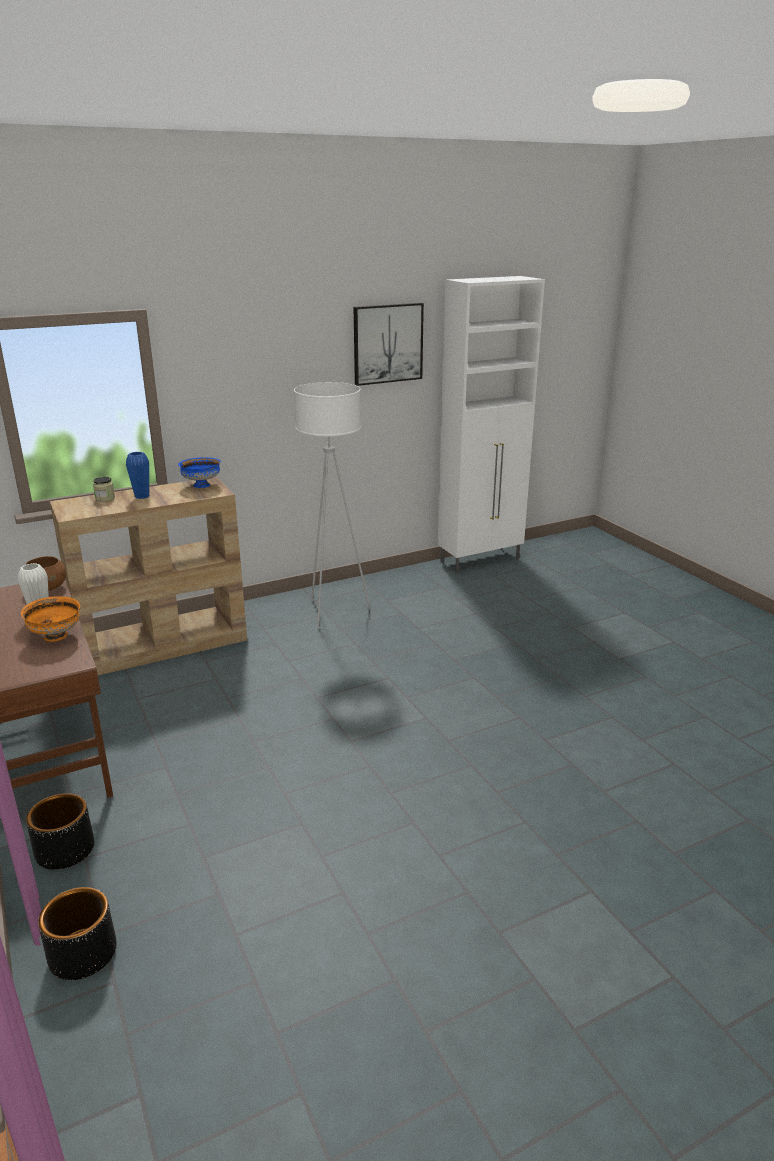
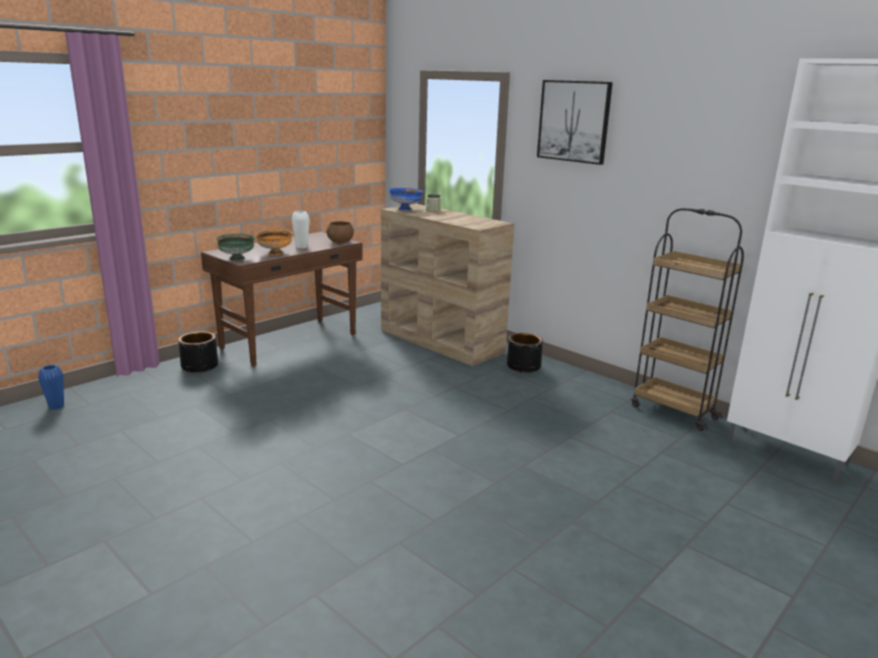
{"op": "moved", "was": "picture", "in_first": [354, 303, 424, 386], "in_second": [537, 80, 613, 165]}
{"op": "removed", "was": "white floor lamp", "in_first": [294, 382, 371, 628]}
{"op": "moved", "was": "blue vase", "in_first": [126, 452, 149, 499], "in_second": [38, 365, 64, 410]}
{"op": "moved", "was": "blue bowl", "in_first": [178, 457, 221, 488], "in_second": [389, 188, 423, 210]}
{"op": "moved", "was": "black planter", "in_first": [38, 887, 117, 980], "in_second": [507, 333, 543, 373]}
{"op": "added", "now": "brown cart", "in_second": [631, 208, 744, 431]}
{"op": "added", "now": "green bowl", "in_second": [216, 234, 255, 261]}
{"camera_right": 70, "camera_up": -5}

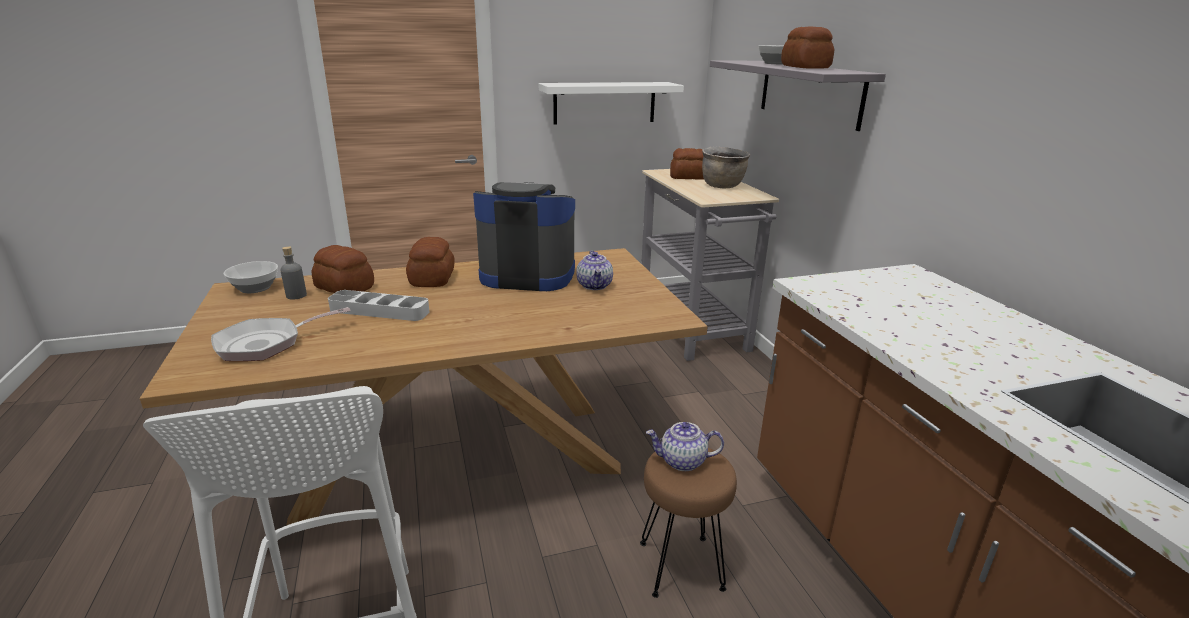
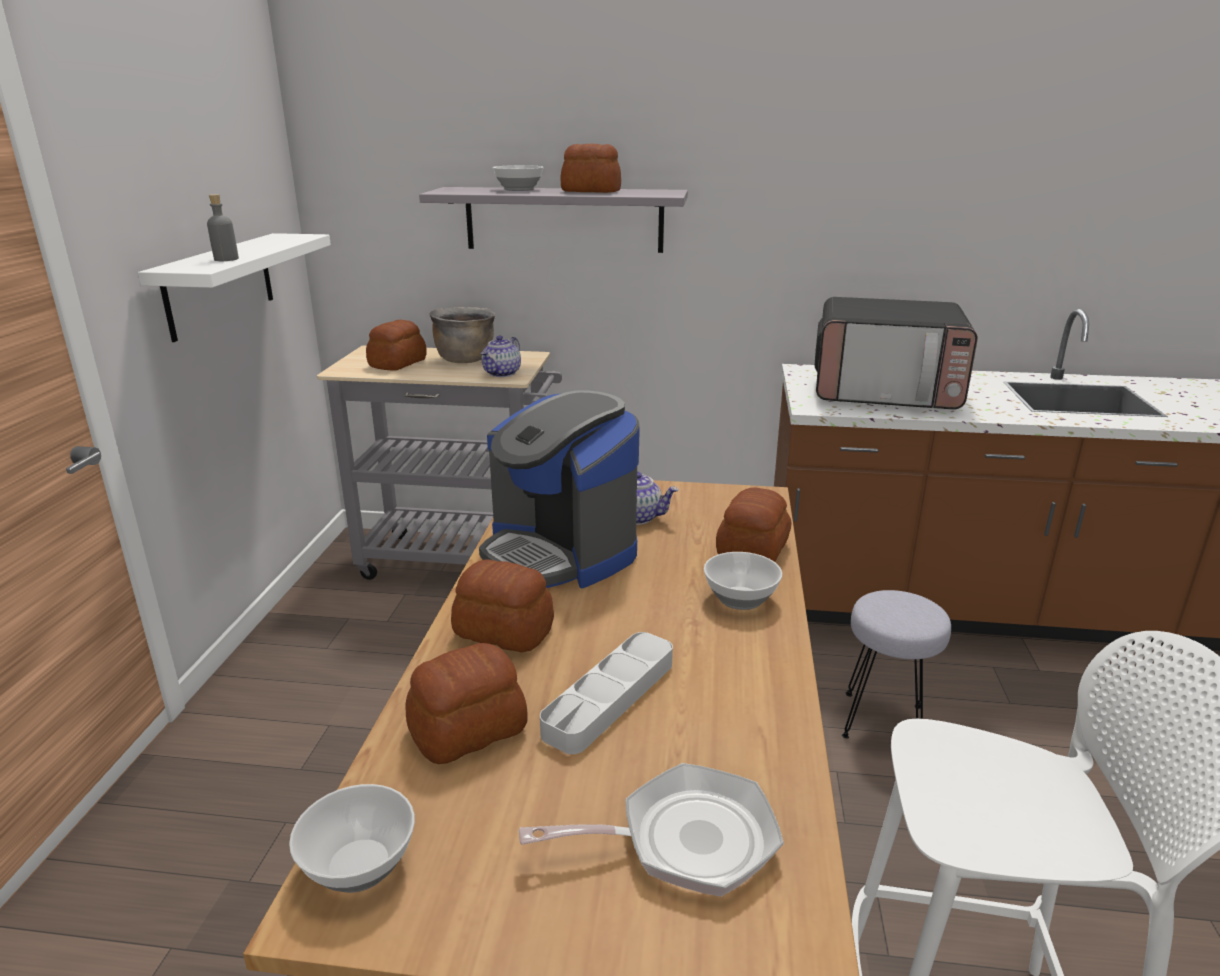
{"op": "turned", "was": "coffee machine", "in_first": [473, 182, 575, 291], "in_second": [479, 391, 640, 588], "clockwise": -75}
{"op": "moved", "was": "grey bottle", "in_first": [280, 246, 307, 300], "in_second": [207, 194, 239, 261]}
{"op": "turned", "was": "frying pan", "in_first": [211, 307, 351, 361], "in_second": [519, 763, 784, 897], "clockwise": -90}
{"op": "moved", "was": "teapot", "in_first": [646, 422, 724, 471], "in_second": [481, 336, 521, 377]}
{"op": "recoloured", "was": "brown stool", "now": "grey stool", "in_first": [640, 448, 737, 598], "in_second": [842, 590, 951, 739]}
{"op": "added", "now": "microwave", "in_second": [815, 297, 978, 410]}
{"op": "added", "now": "bread", "in_second": [716, 488, 792, 562]}
{"op": "added", "now": "bowl", "in_second": [704, 552, 782, 610]}
{"camera_right": -65, "camera_up": 0}

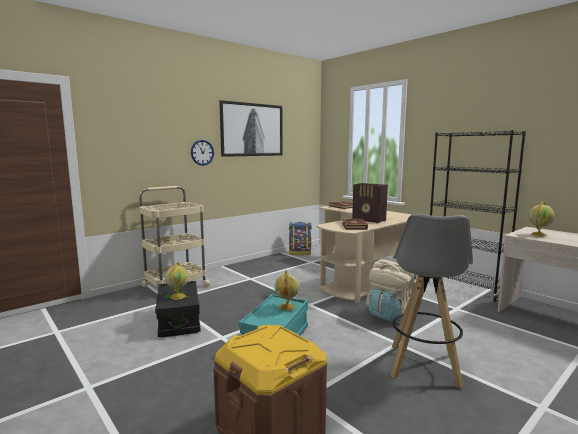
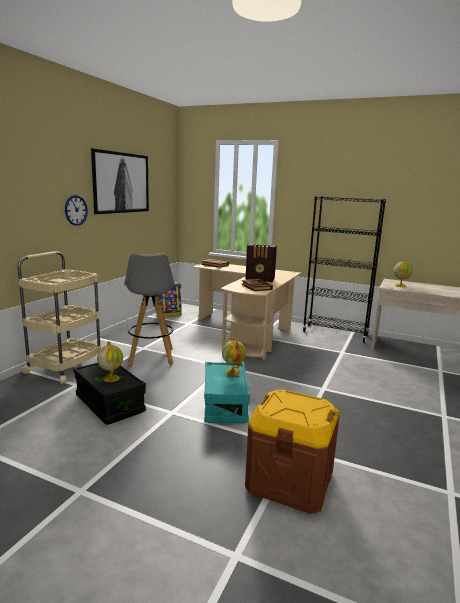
{"op": "moved", "was": "grey stool", "in_first": [391, 213, 473, 389], "in_second": [124, 253, 175, 366]}
{"op": "removed", "was": "beige backpack", "in_first": [366, 259, 418, 323]}
{"camera_right": -25, "camera_up": 5}

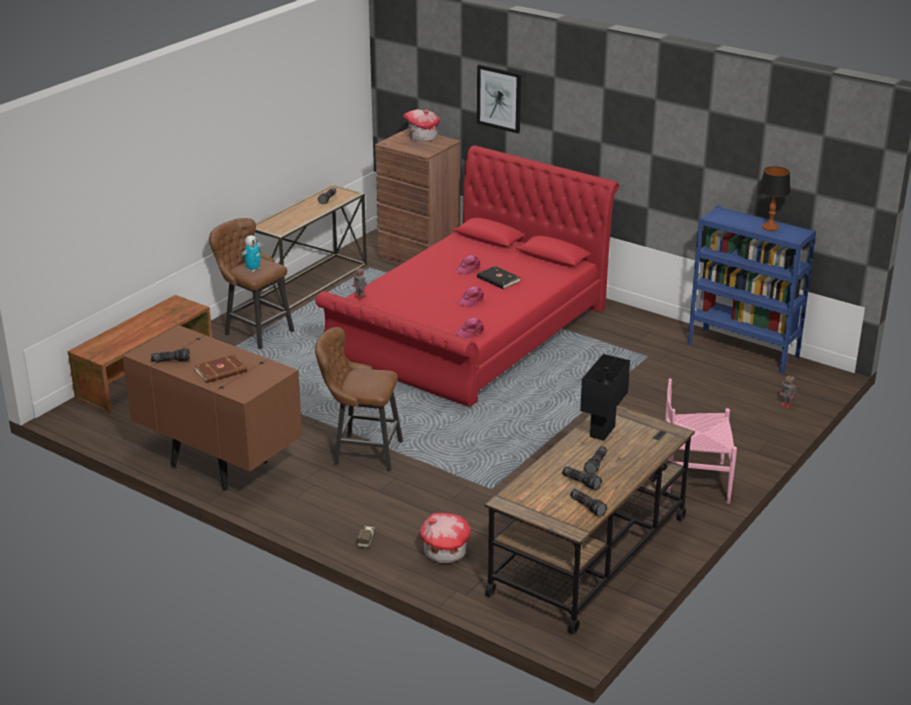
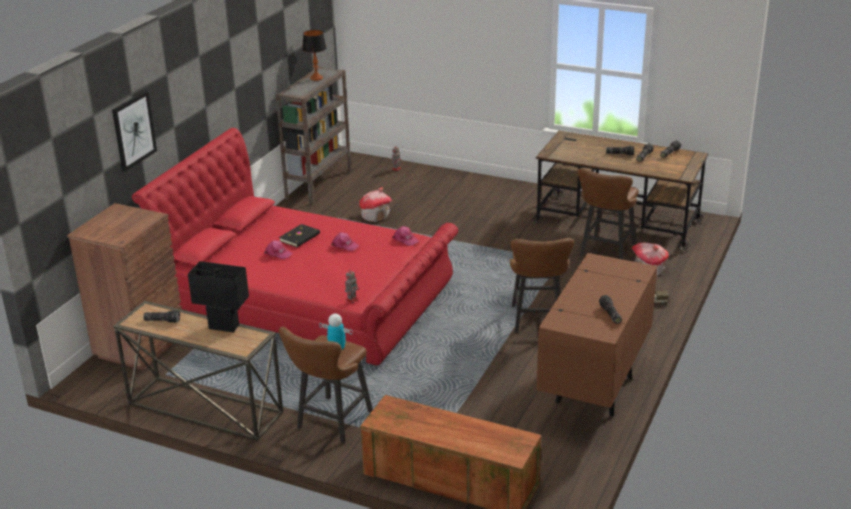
{"op": "moved", "was": "toy house", "in_first": [403, 109, 440, 142], "in_second": [359, 187, 392, 222]}
{"op": "recoloured", "was": "blue bookcase", "now": "grey bookcase", "in_first": [688, 205, 816, 374], "in_second": [276, 66, 351, 204]}
{"op": "removed", "was": "brown book", "in_first": [195, 354, 247, 383]}
{"op": "moved", "was": "black table lamp", "in_first": [580, 354, 630, 441], "in_second": [188, 261, 249, 332]}
{"op": "removed", "was": "pink chair", "in_first": [665, 379, 737, 504]}
{"op": "added", "now": "brown stool", "in_second": [578, 168, 639, 260]}
{"camera_right": -100, "camera_up": 0}

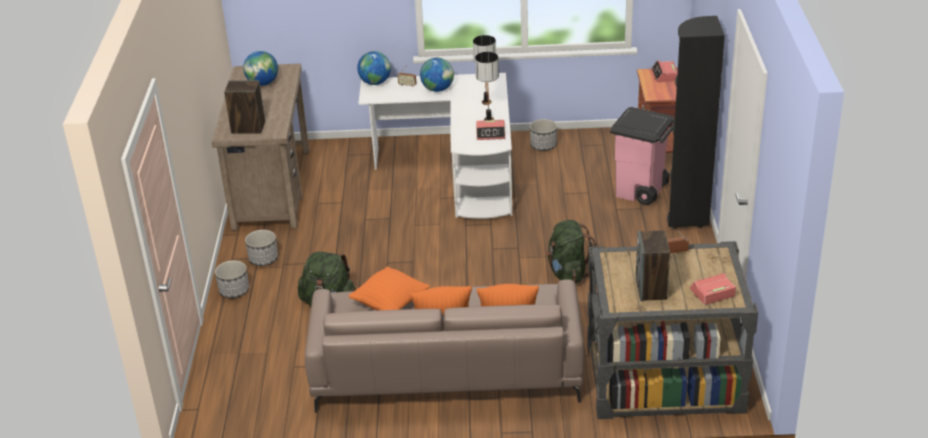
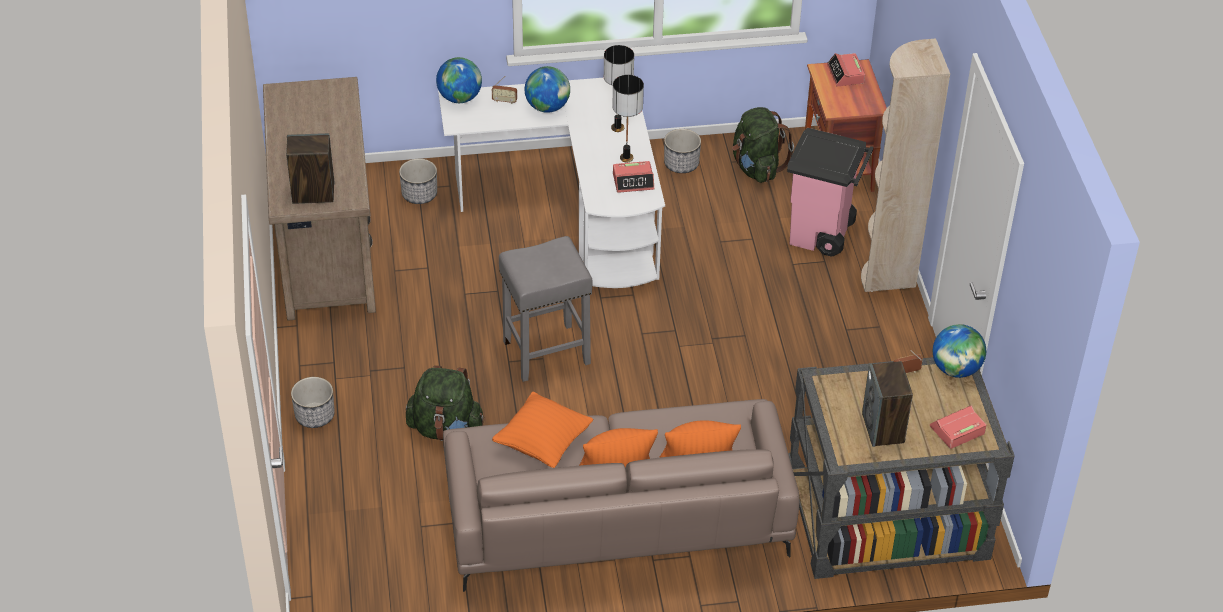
{"op": "recoloured", "was": "black bookcase", "now": "beige bookcase", "in_first": [667, 16, 725, 229], "in_second": [861, 39, 950, 292]}
{"op": "moved", "was": "globe", "in_first": [243, 51, 278, 86], "in_second": [933, 324, 986, 378]}
{"op": "moved", "was": "green backpack", "in_first": [545, 220, 596, 282], "in_second": [732, 107, 794, 183]}
{"op": "moved", "was": "planter", "in_first": [245, 230, 278, 266], "in_second": [399, 159, 437, 204]}
{"op": "added", "now": "grey stool", "in_second": [499, 236, 592, 382]}
{"camera_right": -10, "camera_up": 10}

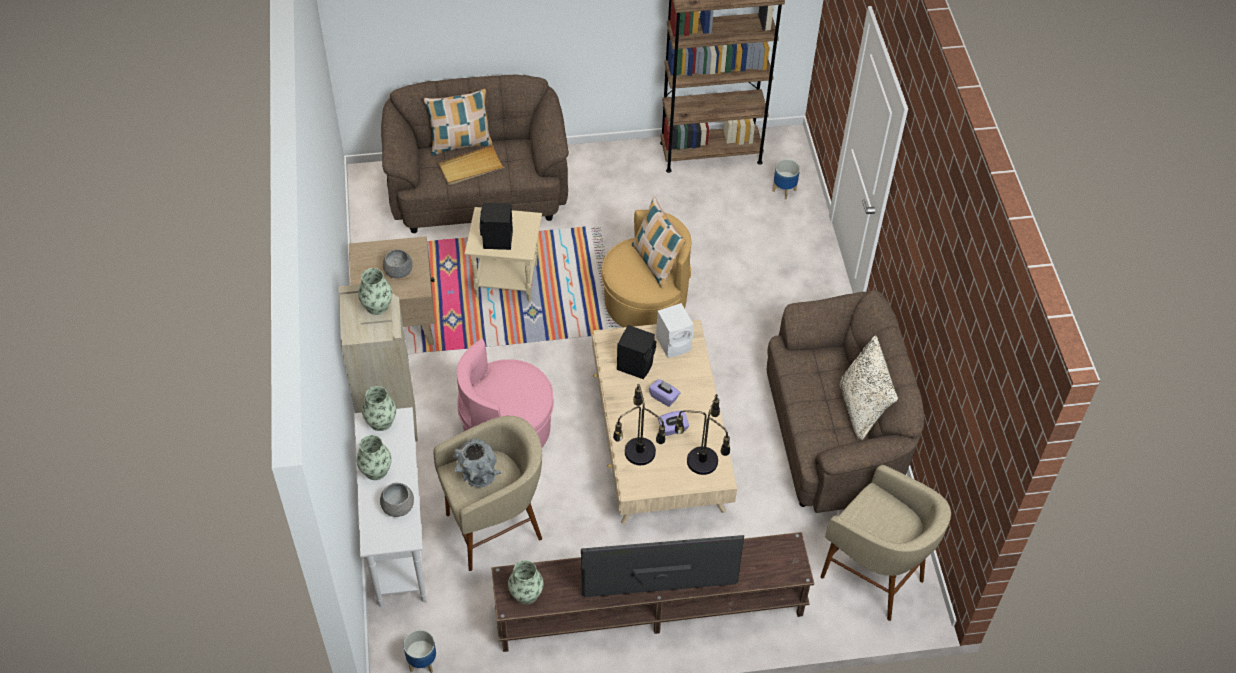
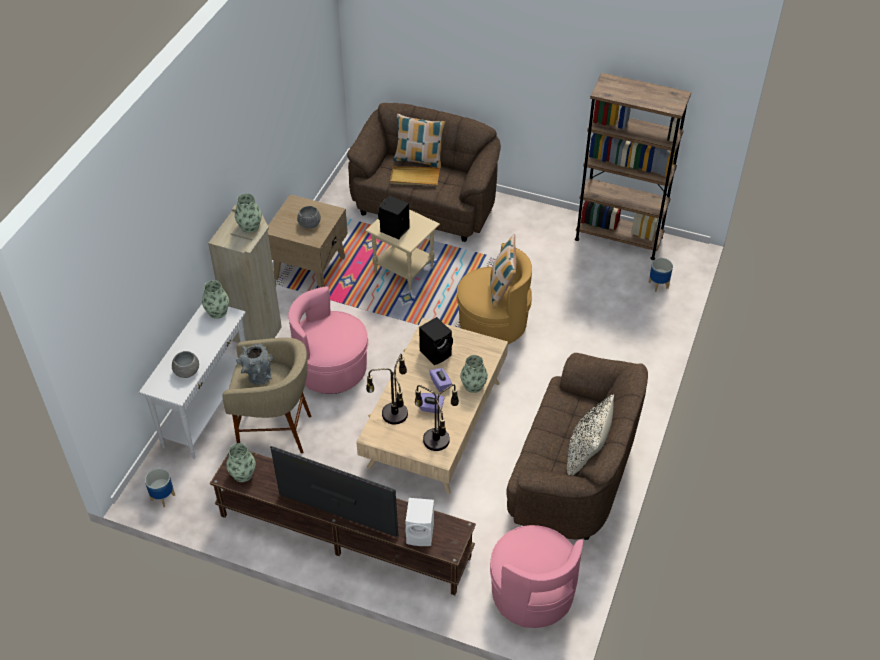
{"op": "moved", "was": "white speaker", "in_first": [656, 303, 694, 358], "in_second": [405, 498, 434, 546]}
{"op": "moved", "was": "vase", "in_first": [356, 435, 392, 480], "in_second": [460, 355, 488, 393]}
{"op": "replaced", "was": "beige stool", "now": "pink armchair", "in_first": [821, 465, 951, 621], "in_second": [490, 525, 583, 628]}
{"camera_right": 30, "camera_up": -5}

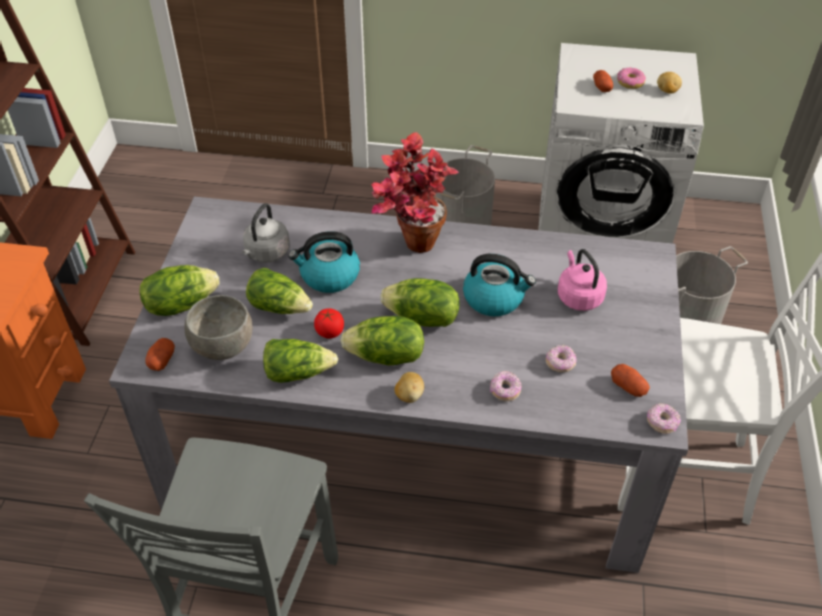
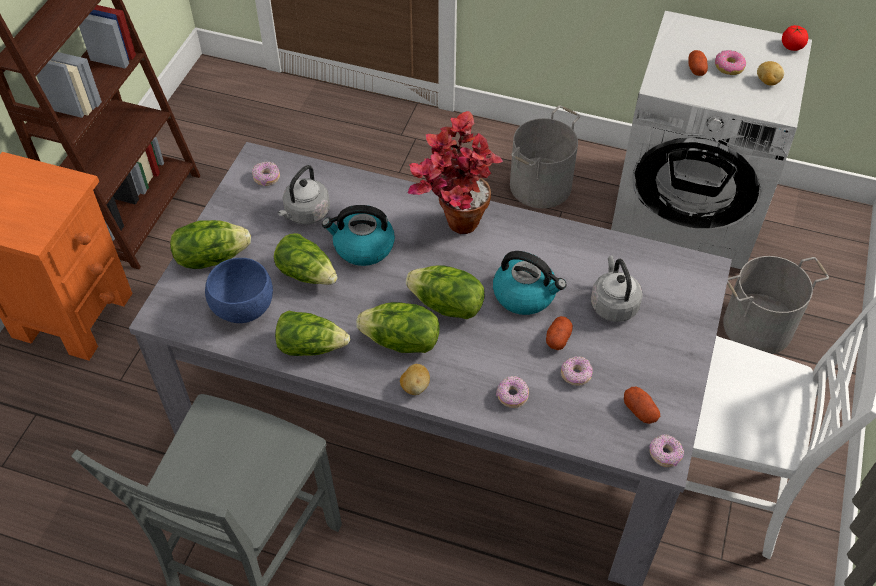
{"op": "recoloured", "was": "pink kettle", "now": "grey kettle", "in_first": [558, 249, 607, 311], "in_second": [591, 255, 643, 322]}
{"op": "recoloured", "was": "grey bowl", "now": "blue bowl", "in_first": [185, 295, 252, 360], "in_second": [205, 258, 273, 323]}
{"op": "moved", "was": "tomato", "in_first": [314, 308, 344, 338], "in_second": [782, 25, 808, 51]}
{"op": "moved", "was": "potato", "in_first": [145, 338, 175, 371], "in_second": [546, 316, 573, 350]}
{"op": "added", "now": "donut", "in_second": [252, 161, 280, 186]}
{"camera_right": 10, "camera_up": 5}

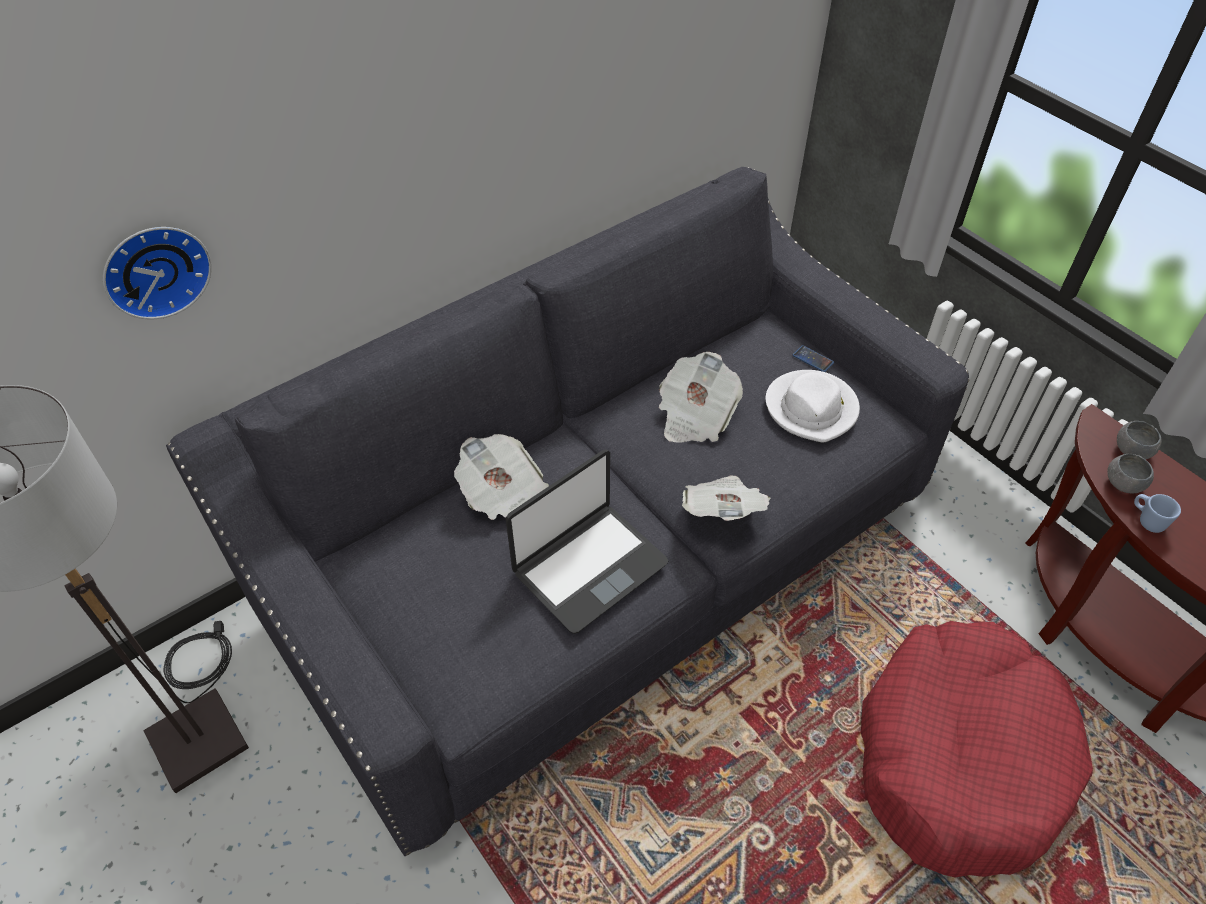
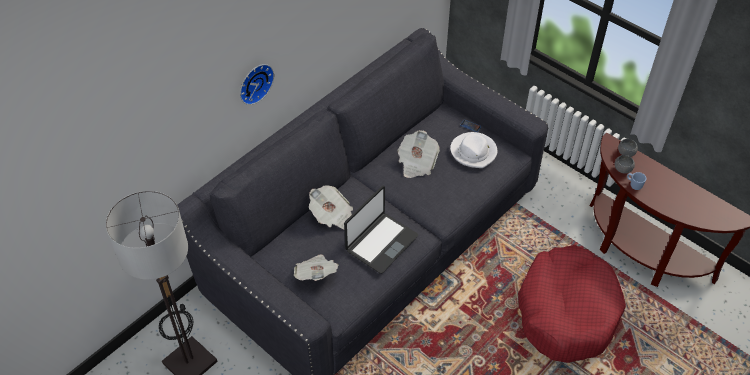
{"op": "moved", "was": "wall clock", "in_first": [103, 227, 212, 319], "in_second": [240, 64, 274, 105]}
{"op": "moved", "was": "newspaper", "in_first": [682, 475, 770, 521], "in_second": [294, 255, 339, 281]}
{"camera_right": -10, "camera_up": 0}

